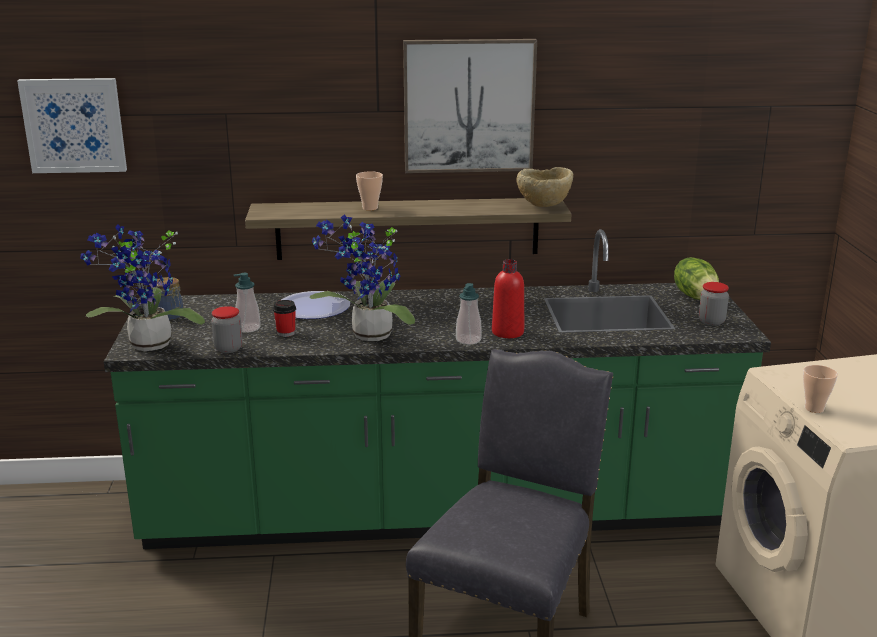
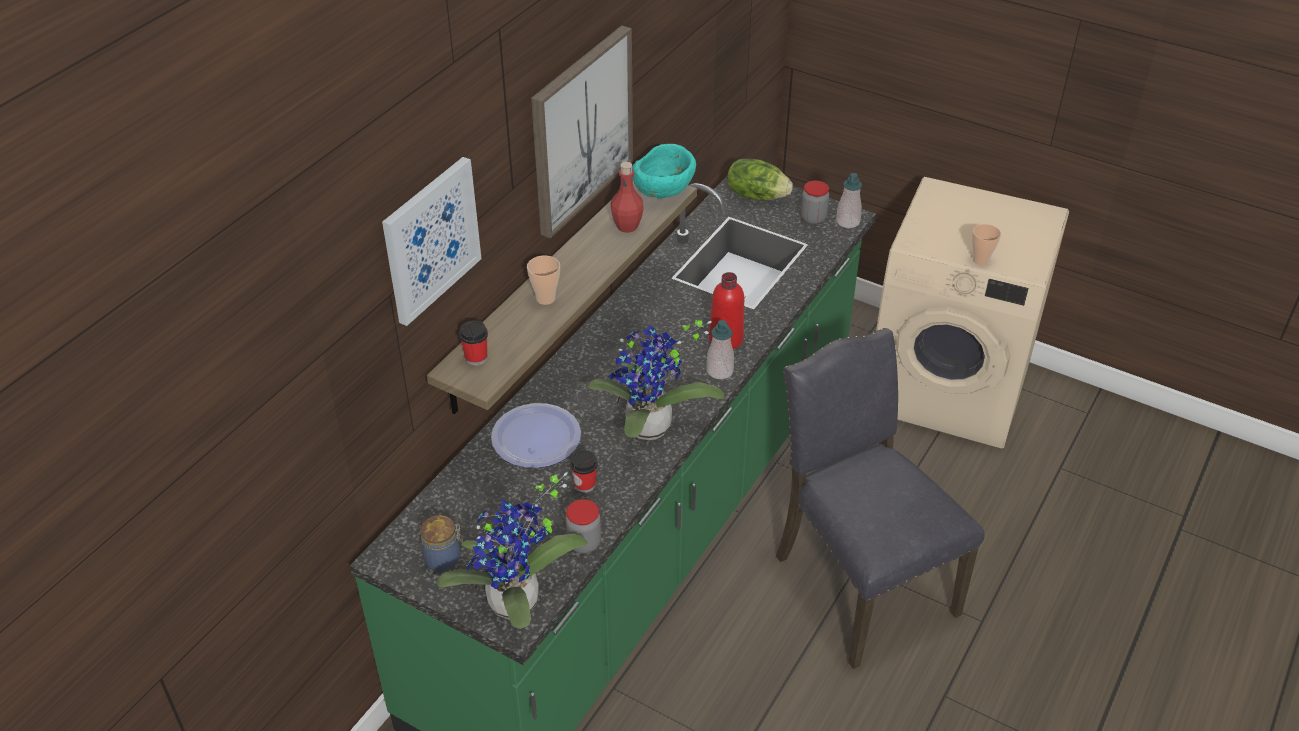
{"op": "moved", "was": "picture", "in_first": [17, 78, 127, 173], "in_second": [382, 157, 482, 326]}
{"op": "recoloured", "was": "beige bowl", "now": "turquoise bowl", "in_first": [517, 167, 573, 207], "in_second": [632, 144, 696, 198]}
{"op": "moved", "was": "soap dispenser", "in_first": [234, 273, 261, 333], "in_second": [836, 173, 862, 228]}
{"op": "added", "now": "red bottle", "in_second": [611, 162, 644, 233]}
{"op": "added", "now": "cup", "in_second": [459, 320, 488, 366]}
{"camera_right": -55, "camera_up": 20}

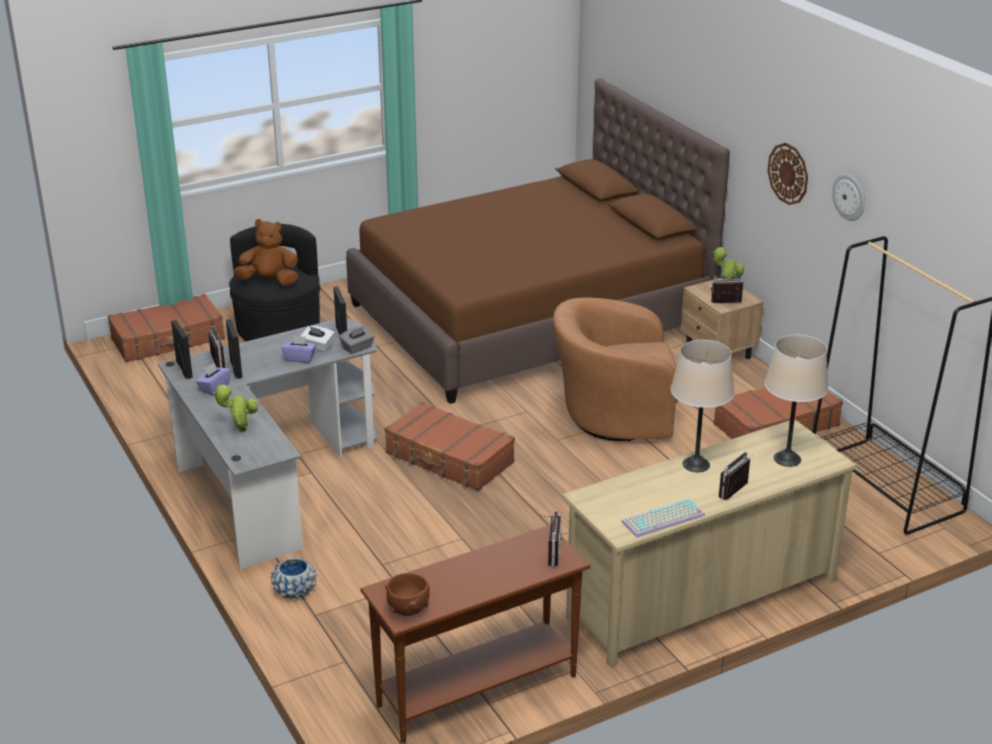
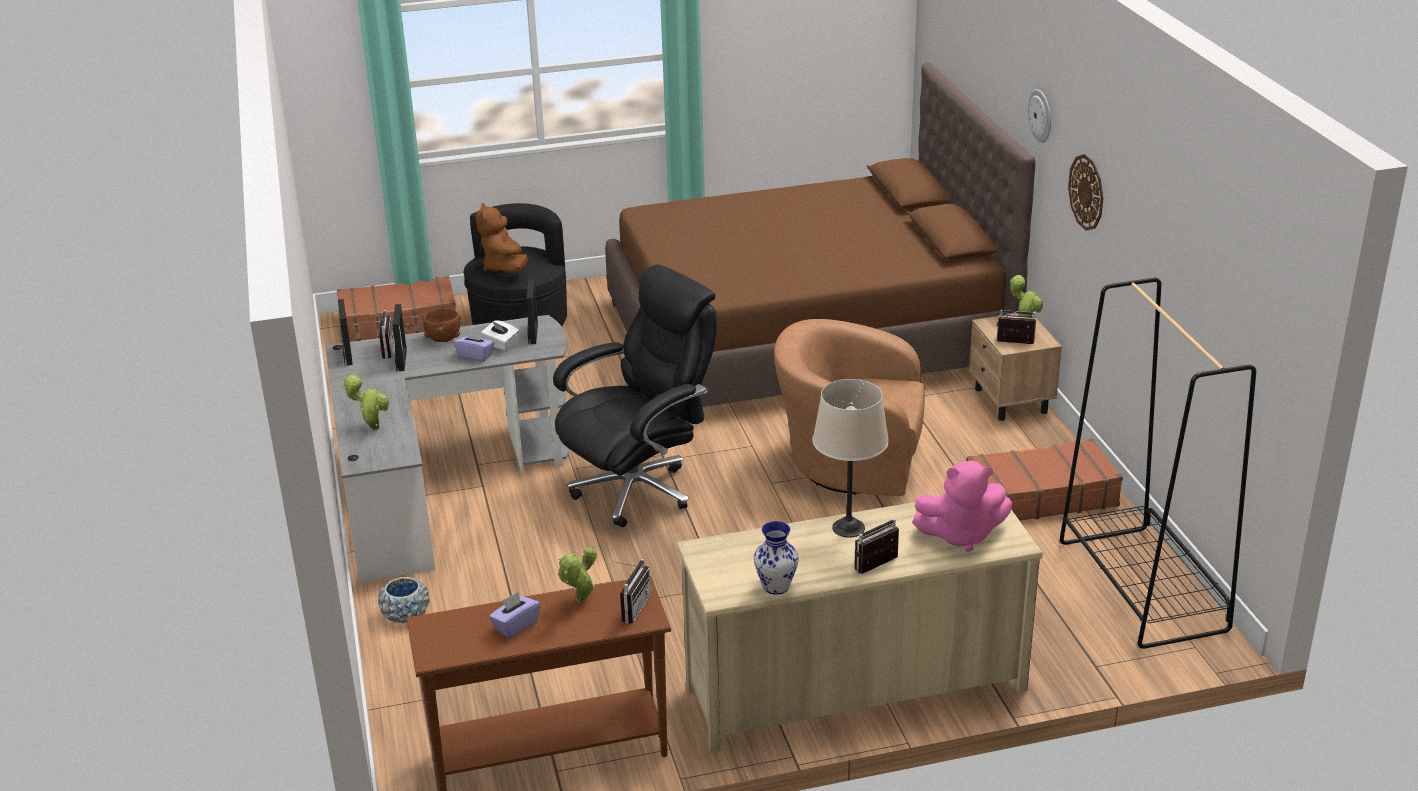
{"op": "moved", "was": "wall clock", "in_first": [832, 174, 865, 221], "in_second": [1028, 89, 1051, 143]}
{"op": "turned", "was": "brown plush toy", "in_first": [233, 219, 298, 286], "in_second": [476, 203, 528, 273], "clockwise": -120}
{"op": "removed", "was": "grey tissue box", "in_first": [339, 326, 374, 354]}
{"op": "replaced", "was": "beige table lamp", "now": "pink plush toy", "in_first": [764, 335, 829, 467], "in_second": [912, 461, 1013, 552]}
{"op": "moved", "was": "purple tissue box", "in_first": [196, 363, 231, 395], "in_second": [489, 592, 540, 638]}
{"op": "replaced", "was": "brown suitcase", "now": "black office chair", "in_first": [385, 402, 515, 491], "in_second": [553, 264, 717, 527]}
{"op": "replaced", "was": "keyboard", "now": "vase", "in_first": [622, 498, 705, 538], "in_second": [754, 521, 799, 595]}
{"op": "moved", "was": "brown bowl", "in_first": [385, 573, 430, 616], "in_second": [423, 308, 461, 342]}
{"op": "added", "now": "potted plant", "in_second": [558, 546, 597, 602]}
{"camera_right": 15, "camera_up": 0}

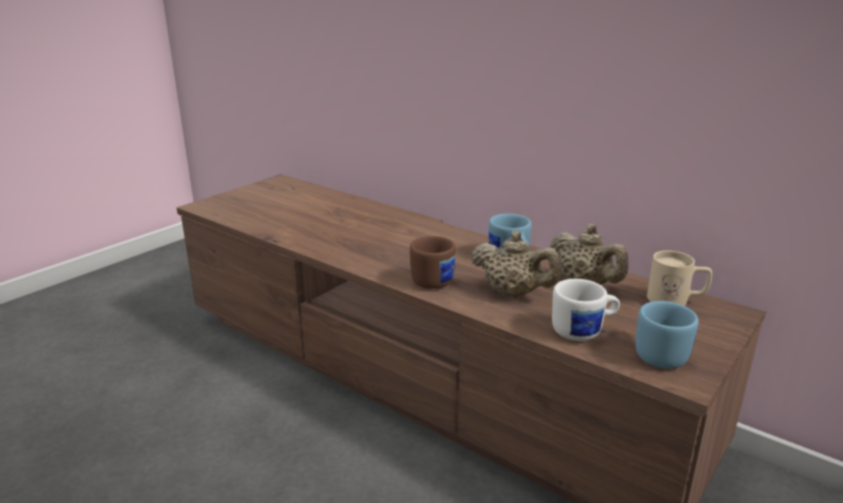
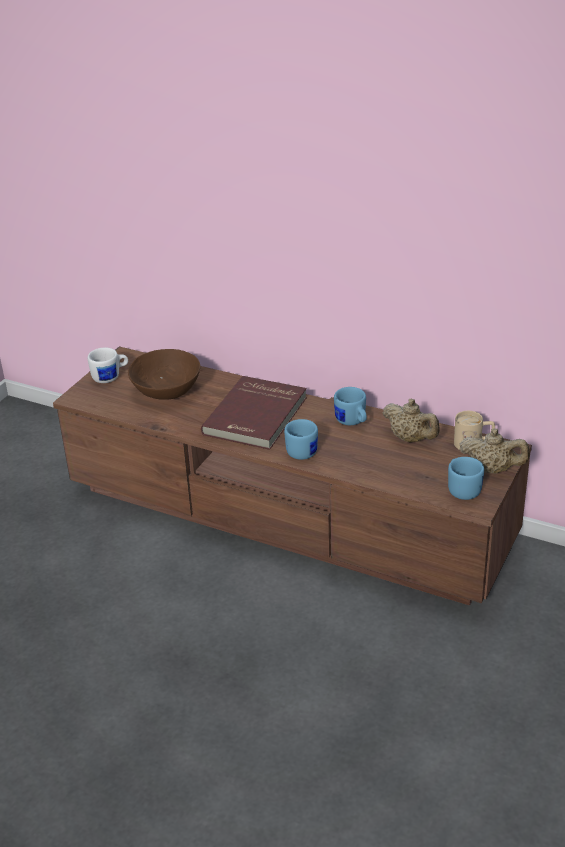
{"op": "moved", "was": "beige teapot", "in_first": [471, 231, 562, 297], "in_second": [459, 428, 530, 474]}
{"op": "recoloured", "was": "brown mug", "now": "blue mug", "in_first": [410, 236, 456, 289], "in_second": [284, 419, 318, 460]}
{"op": "moved", "was": "white mug", "in_first": [552, 279, 620, 341], "in_second": [88, 347, 128, 383]}
{"op": "added", "now": "brown bowl", "in_second": [128, 349, 200, 400]}
{"op": "added", "now": "red book", "in_second": [201, 376, 307, 450]}
{"camera_right": -10, "camera_up": 10}

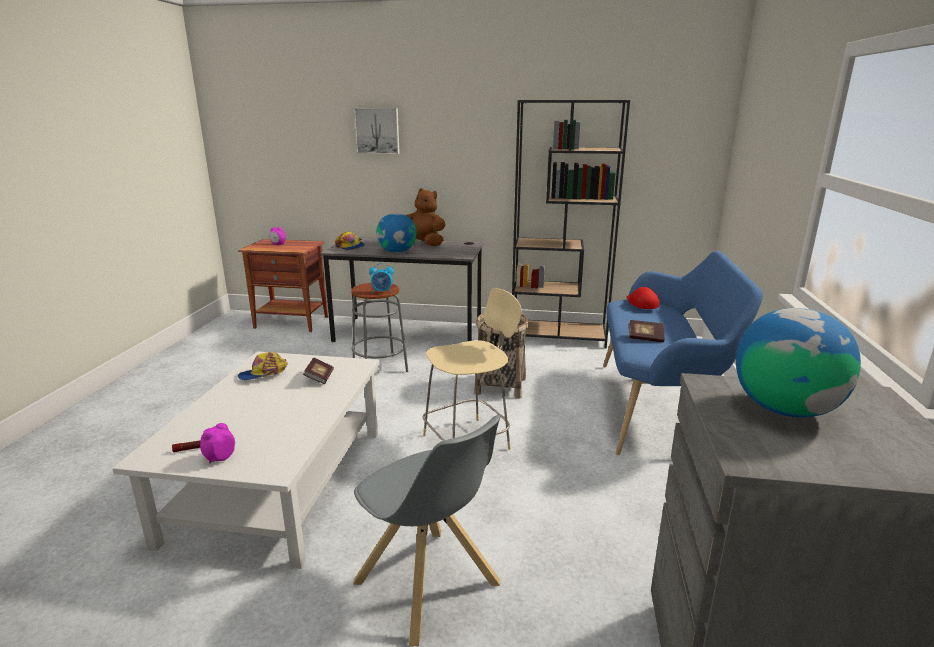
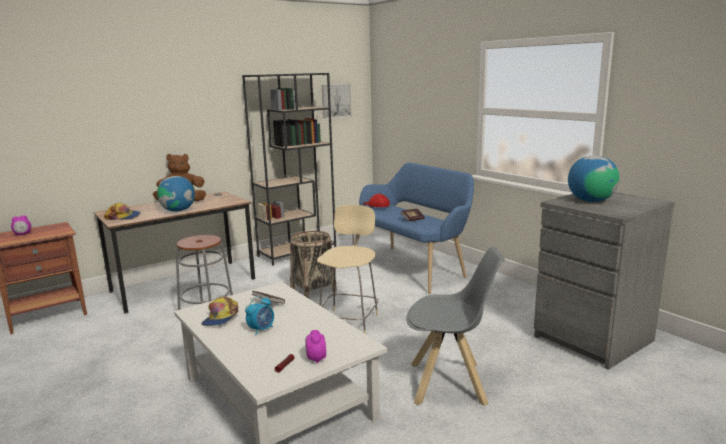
{"op": "moved", "was": "picture", "in_first": [354, 108, 400, 154], "in_second": [322, 84, 352, 118]}
{"op": "recoloured", "was": "grey desk", "now": "brown desk", "in_first": [320, 237, 484, 342], "in_second": [93, 191, 255, 314]}
{"op": "moved", "was": "alarm clock", "in_first": [369, 263, 394, 293], "in_second": [245, 296, 274, 335]}
{"camera_right": -45, "camera_up": -5}

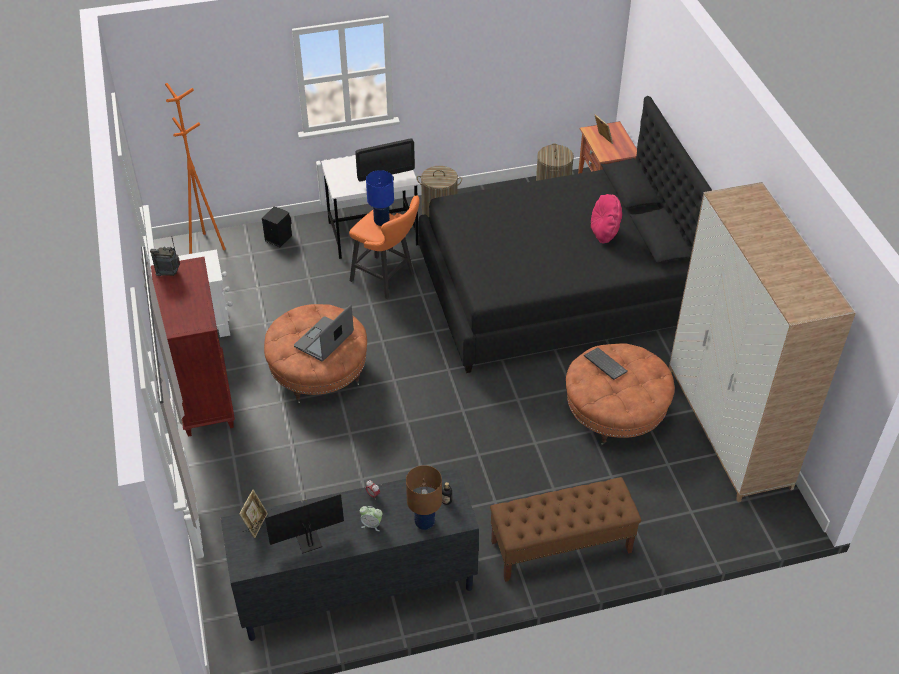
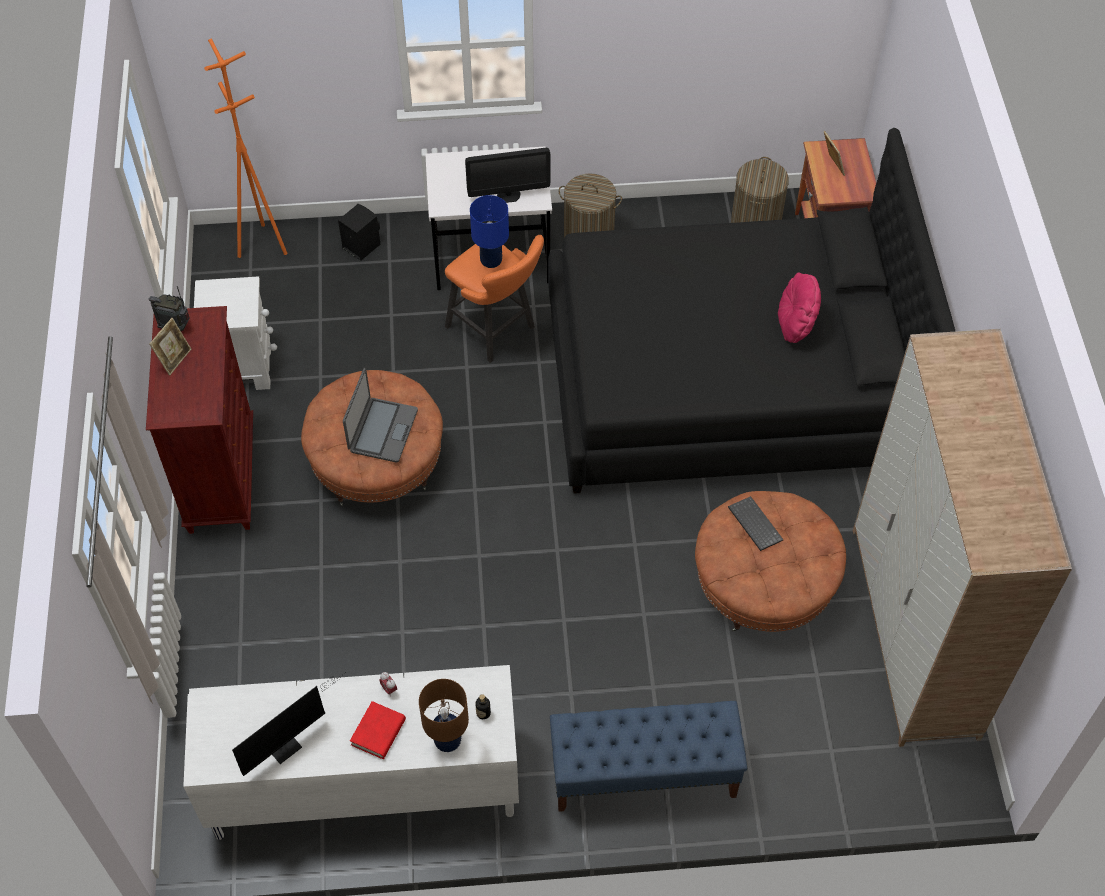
{"op": "turned", "was": "laptop", "in_first": [294, 305, 354, 361], "in_second": [343, 368, 418, 463], "clockwise": 150}
{"op": "recoloured", "was": "black cabinet", "now": "white cabinet", "in_first": [221, 468, 479, 641], "in_second": [183, 665, 519, 840]}
{"op": "recoloured", "was": "brown bench", "now": "blue bench", "in_first": [490, 477, 641, 582], "in_second": [550, 701, 747, 812]}
{"op": "moved", "was": "picture frame", "in_first": [239, 490, 268, 538], "in_second": [149, 318, 191, 375]}
{"op": "turned", "was": "monitor", "in_first": [242, 494, 344, 553], "in_second": [232, 673, 345, 776], "clockwise": 150}
{"op": "replaced", "was": "alarm clock", "now": "red book", "in_first": [360, 506, 382, 531], "in_second": [350, 701, 406, 759]}
{"camera_right": 10, "camera_up": 10}

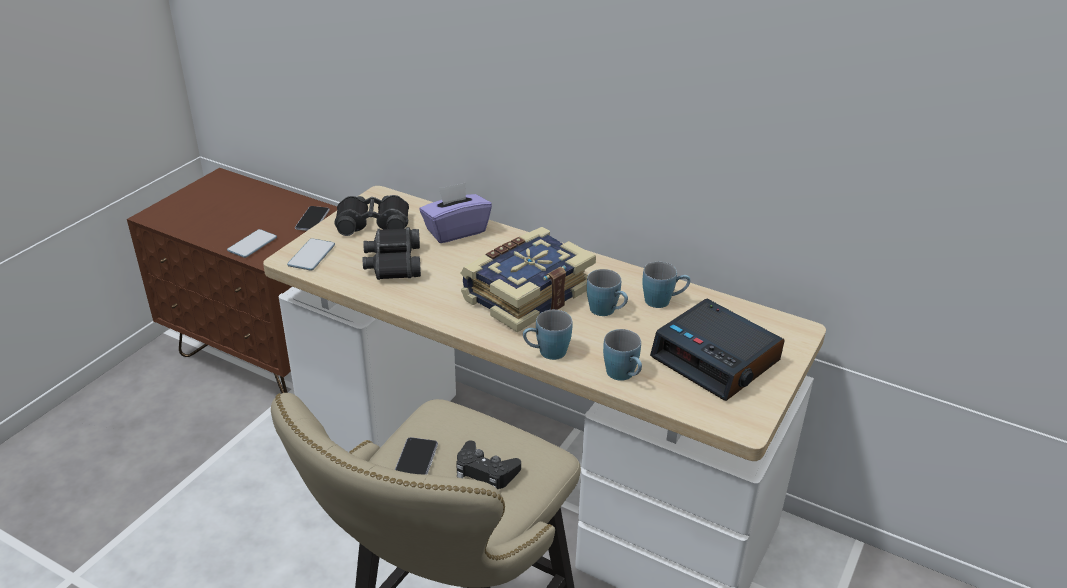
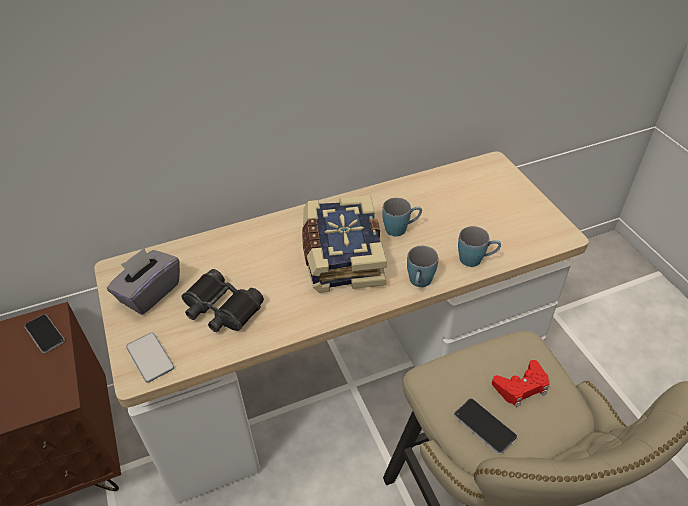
{"op": "removed", "was": "purple tissue box", "in_first": [419, 182, 492, 243]}
{"op": "replaced", "was": "black binoculars", "now": "grey tissue box", "in_first": [334, 195, 409, 236], "in_second": [107, 248, 180, 315]}
{"op": "removed", "was": "phone", "in_first": [227, 229, 277, 258]}
{"op": "removed", "was": "blue mug", "in_first": [643, 262, 690, 308]}
{"op": "removed", "was": "alarm clock", "in_first": [650, 299, 785, 401]}
{"op": "recoloured", "was": "black game controller", "now": "red game controller", "in_first": [456, 440, 521, 489], "in_second": [492, 360, 549, 407]}
{"camera_right": -50, "camera_up": 10}

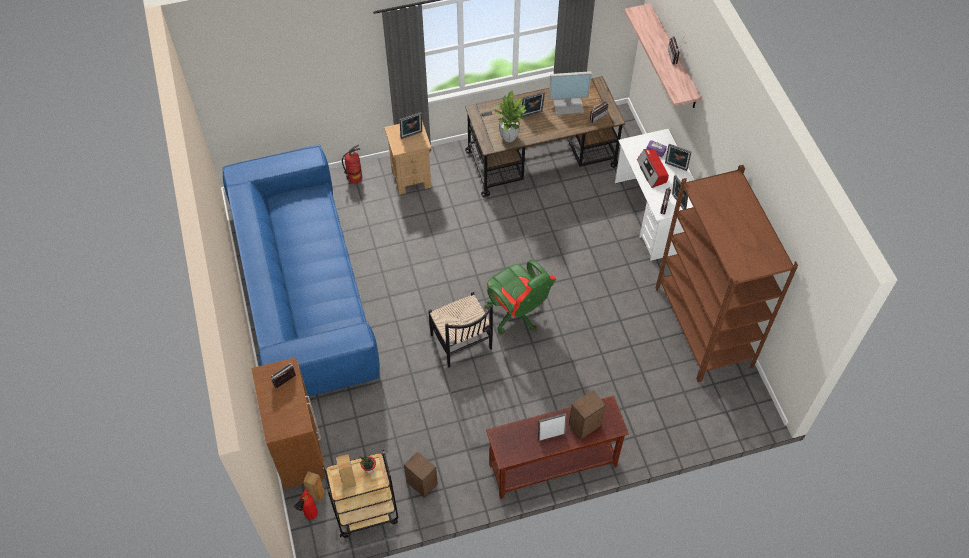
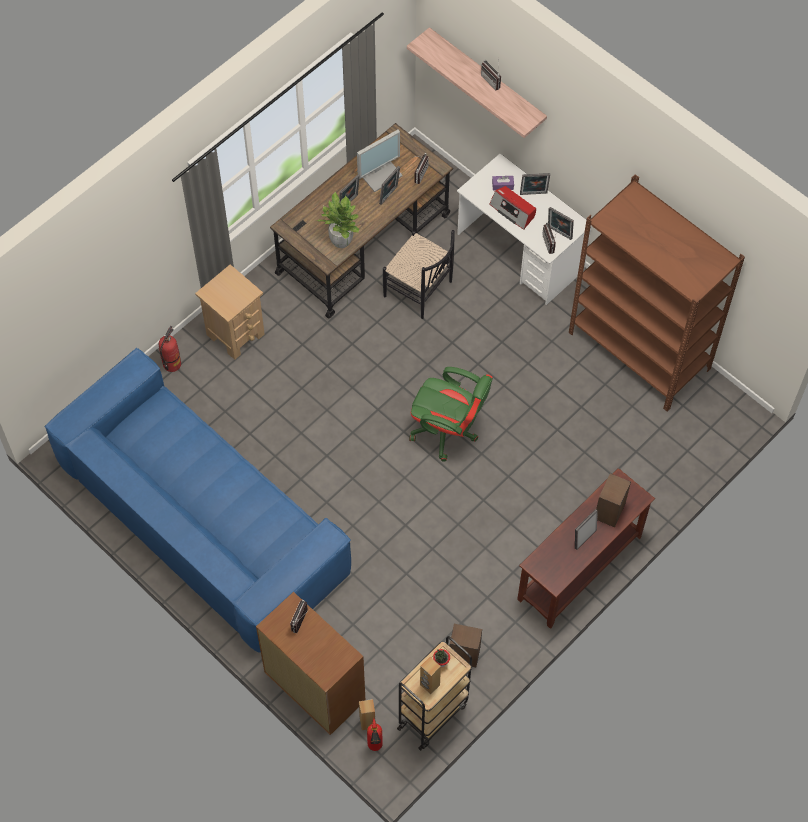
{"op": "moved", "was": "picture frame", "in_first": [400, 112, 422, 139], "in_second": [379, 166, 400, 205]}
{"op": "moved", "was": "black chair", "in_first": [428, 292, 493, 368], "in_second": [383, 230, 455, 319]}
{"camera_right": -30, "camera_up": 5}

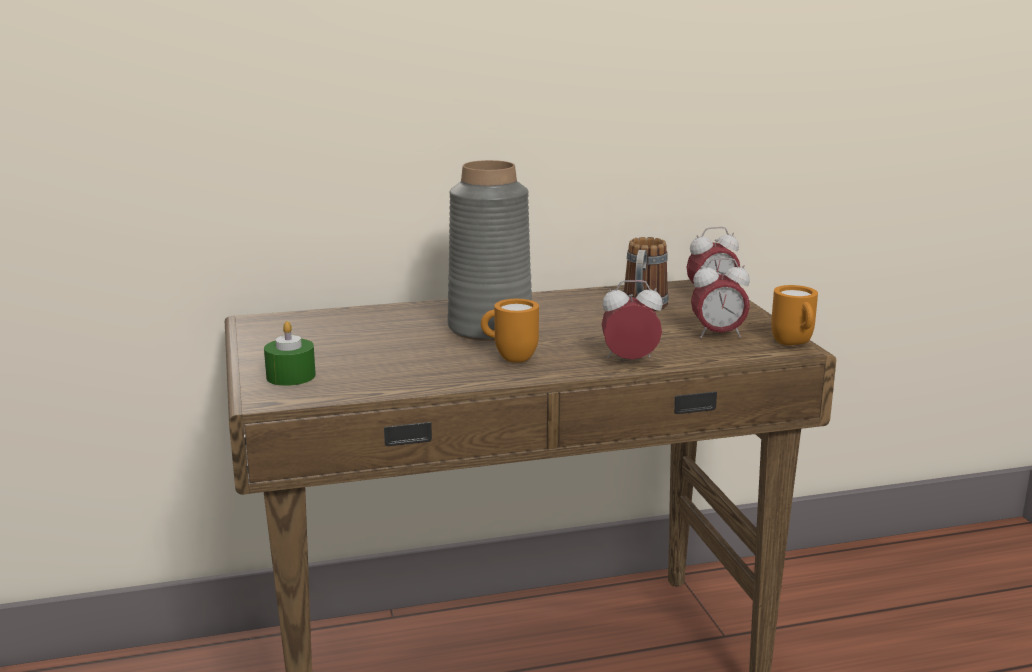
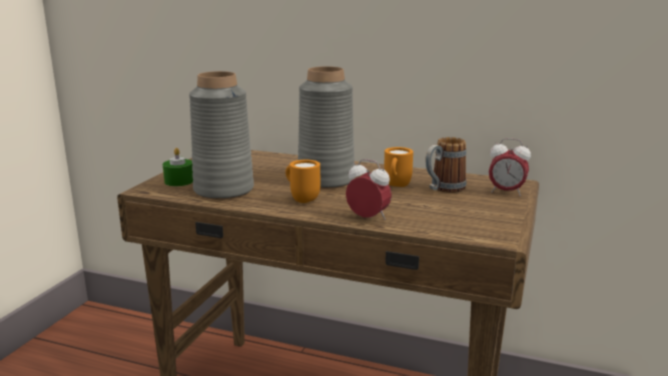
{"op": "removed", "was": "alarm clock", "in_first": [691, 258, 750, 338]}
{"op": "moved", "was": "orange mug", "in_first": [771, 285, 818, 345], "in_second": [384, 147, 413, 187]}
{"op": "added", "now": "grey vase", "in_second": [189, 71, 254, 200]}
{"camera_right": 35, "camera_up": 0}

